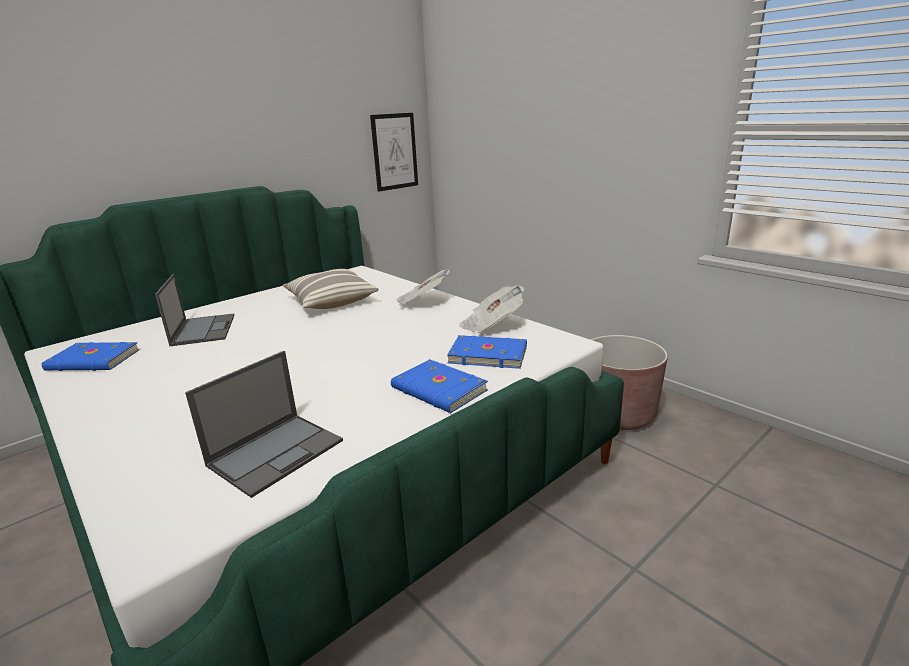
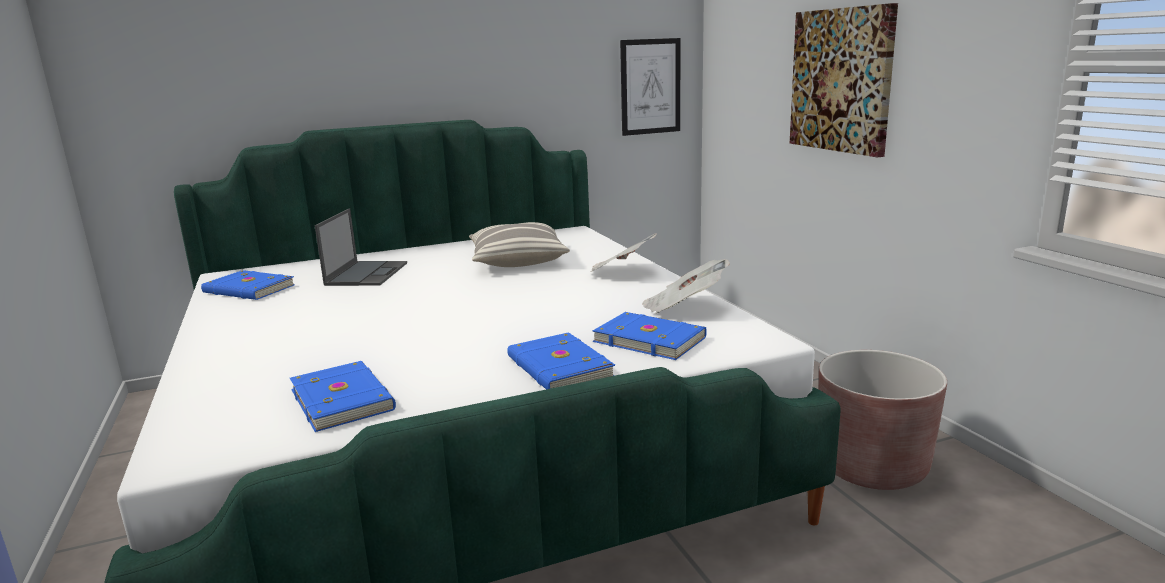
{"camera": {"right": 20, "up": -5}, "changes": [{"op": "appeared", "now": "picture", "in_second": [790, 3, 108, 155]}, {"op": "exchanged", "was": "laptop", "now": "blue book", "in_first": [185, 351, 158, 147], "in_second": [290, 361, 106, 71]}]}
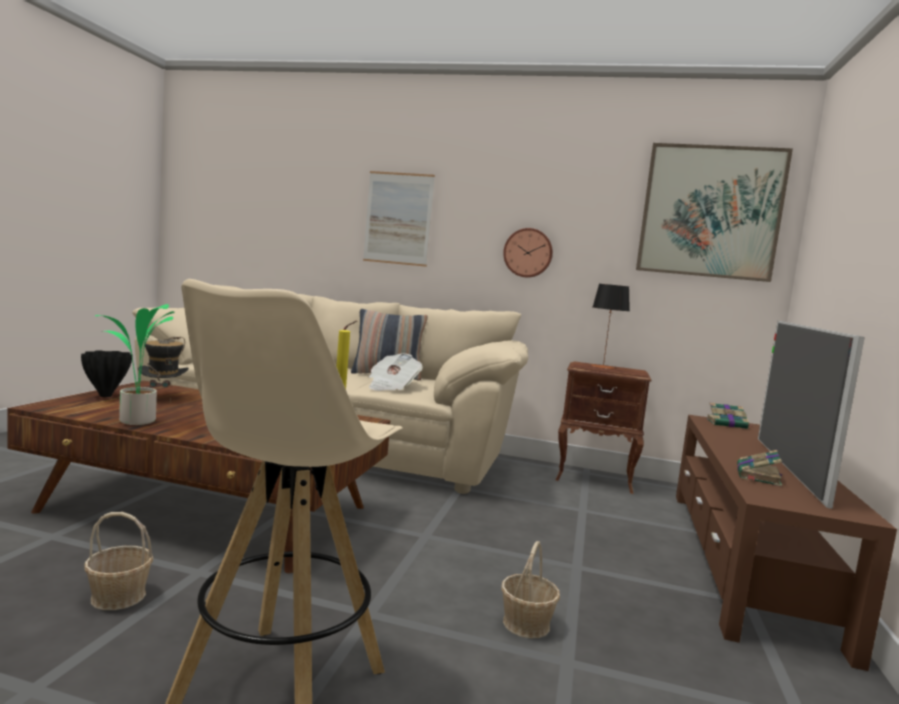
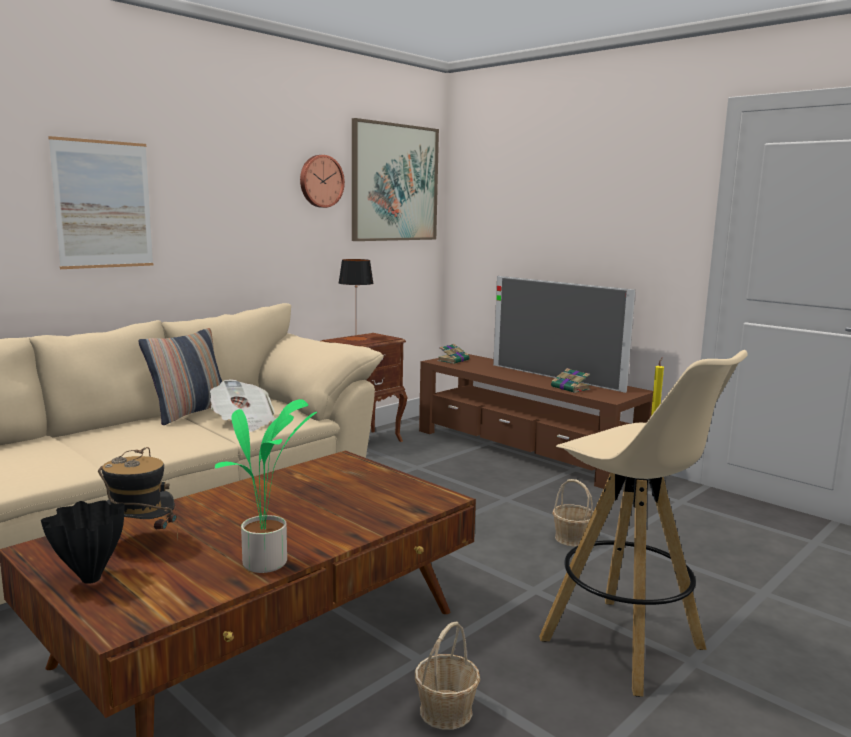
{"camera": {"right": -60, "up": 5}, "changes": [{"op": "relocated", "was": "wall clock", "in_first": [503, 228, 50, 50], "in_second": [300, 155, 45, 53]}]}
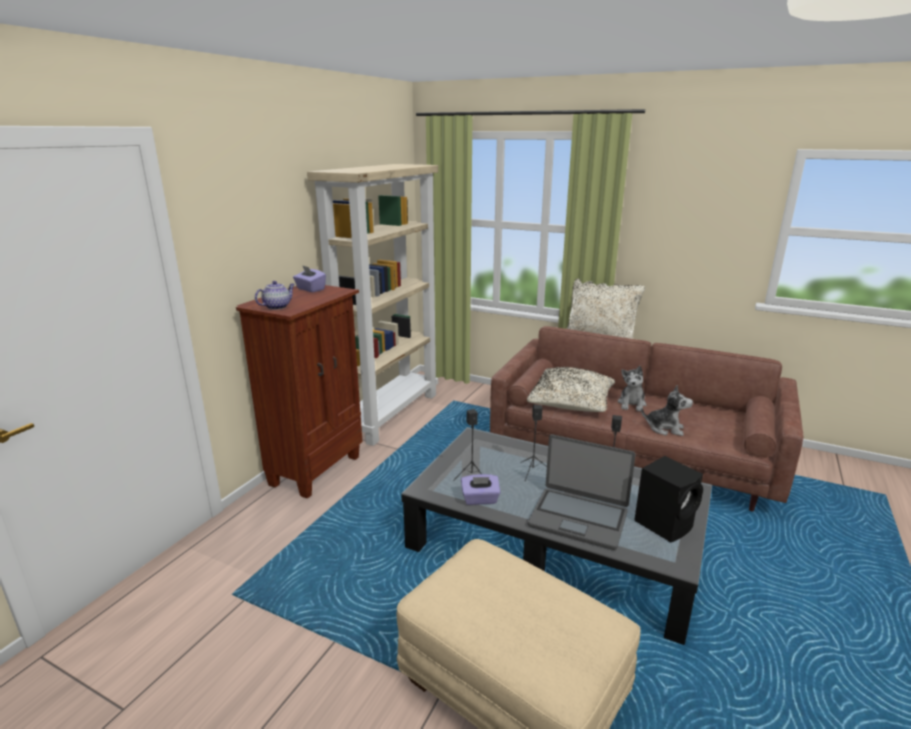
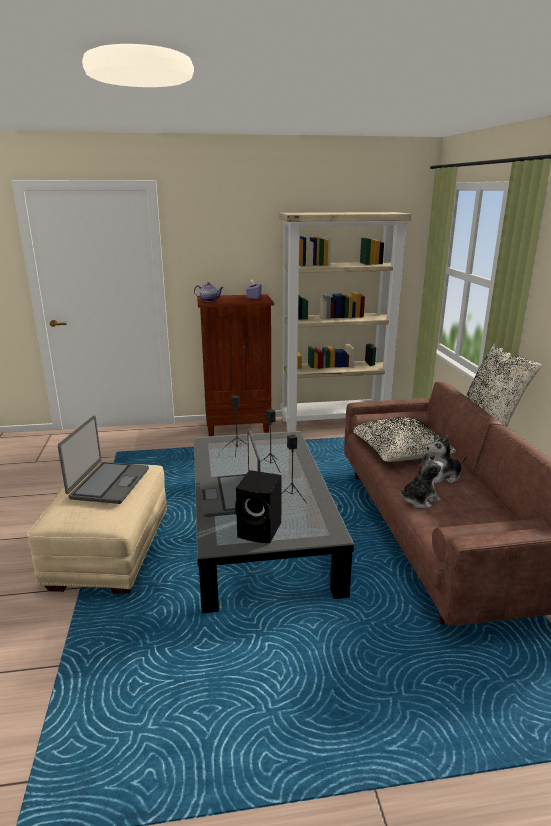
{"camera": {"right": 55, "up": 0}, "changes": [{"op": "missing", "was": "purple tissue box", "in_first": [461, 474, 40, 31]}, {"op": "appeared", "now": "laptop", "in_second": [58, 416, 91, 88]}, {"op": "spun", "was": "plush toy", "in_first": [641, 385, 52, 51], "in_second": [401, 452, 42, 57], "clockwise": -105}]}
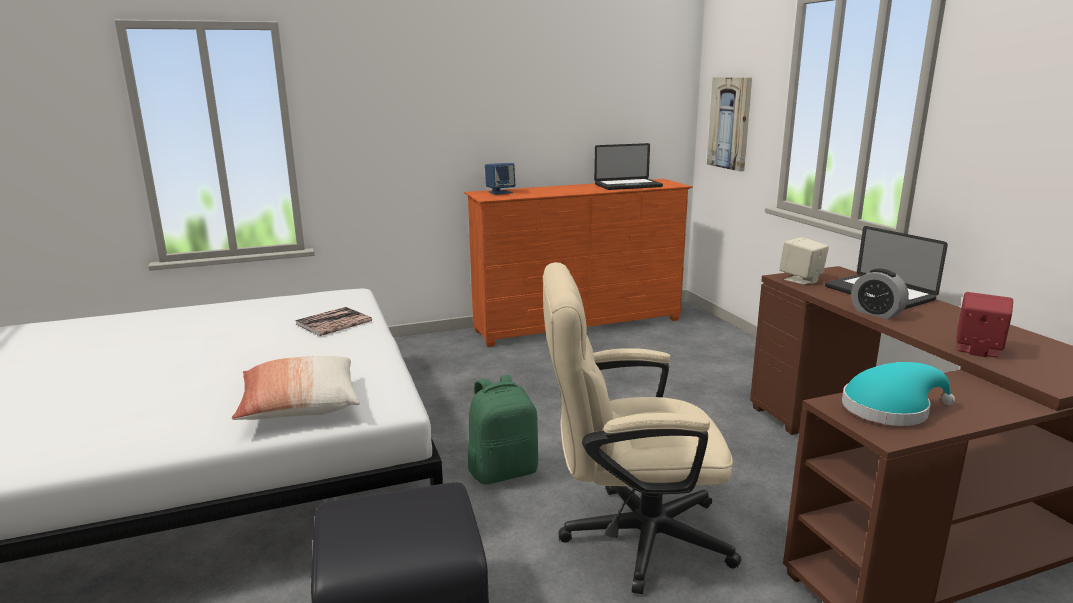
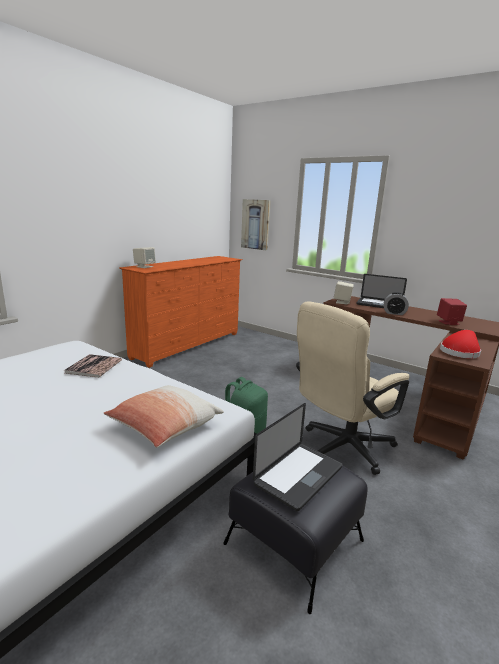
{"camera": {"right": -35, "up": 0}, "changes": [{"op": "relocated", "was": "laptop", "in_first": [594, 143, 69, 47], "in_second": [253, 403, 89, 108]}, {"op": "colour", "was": "blue speaker", "now": "beige speaker", "in_first": [485, 163, 30, 32], "in_second": [133, 247, 23, 21]}, {"op": "colour", "was": "turquoise hat", "now": "red hat", "in_first": [842, 362, 113, 64], "in_second": [440, 330, 41, 29]}]}
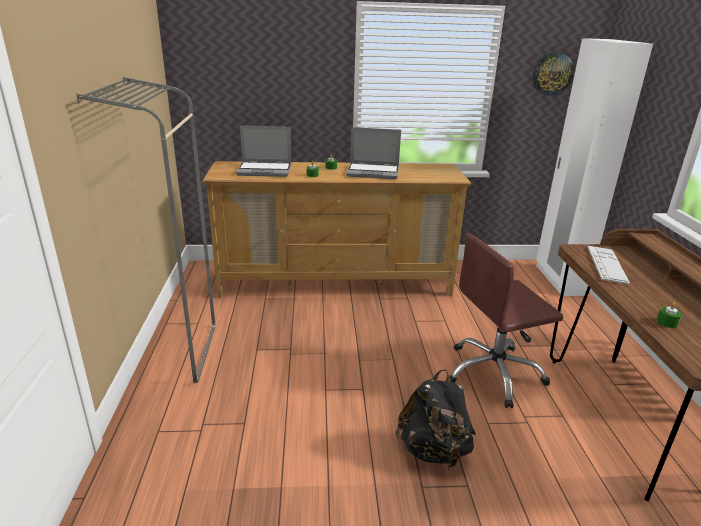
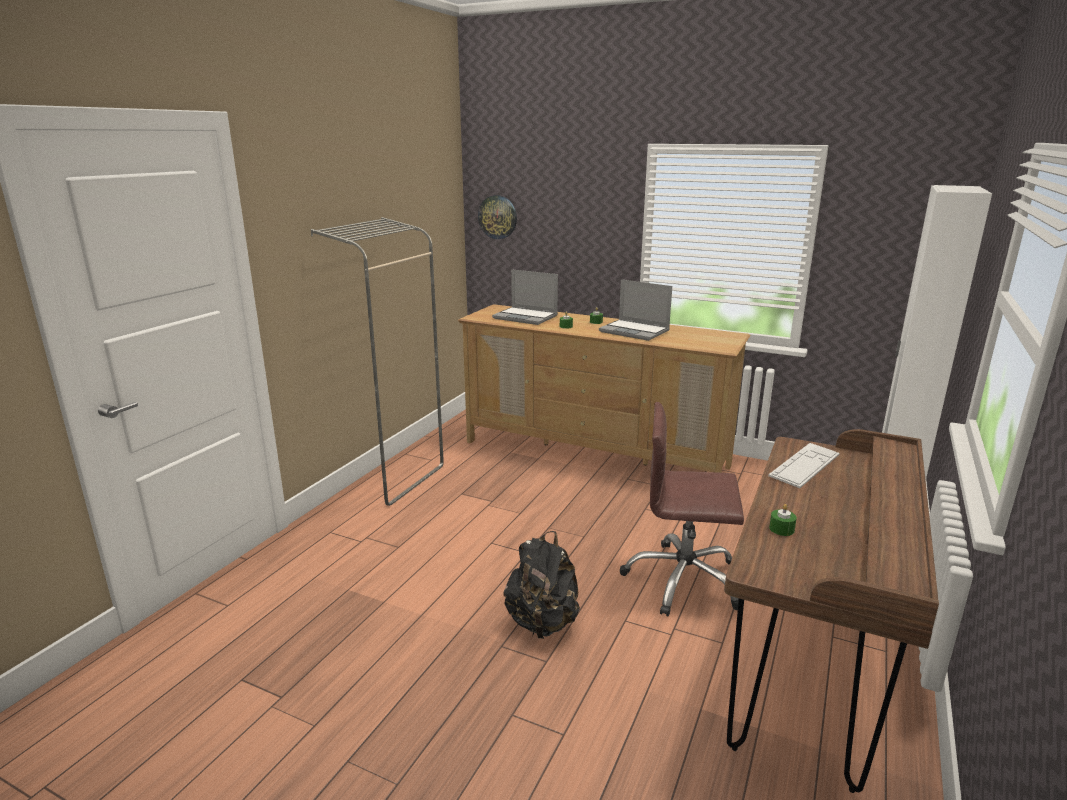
{"camera": {"right": 30, "up": -5}, "changes": [{"op": "relocated", "was": "wall clock", "in_first": [533, 52, 41, 43], "in_second": [478, 195, 39, 44]}]}
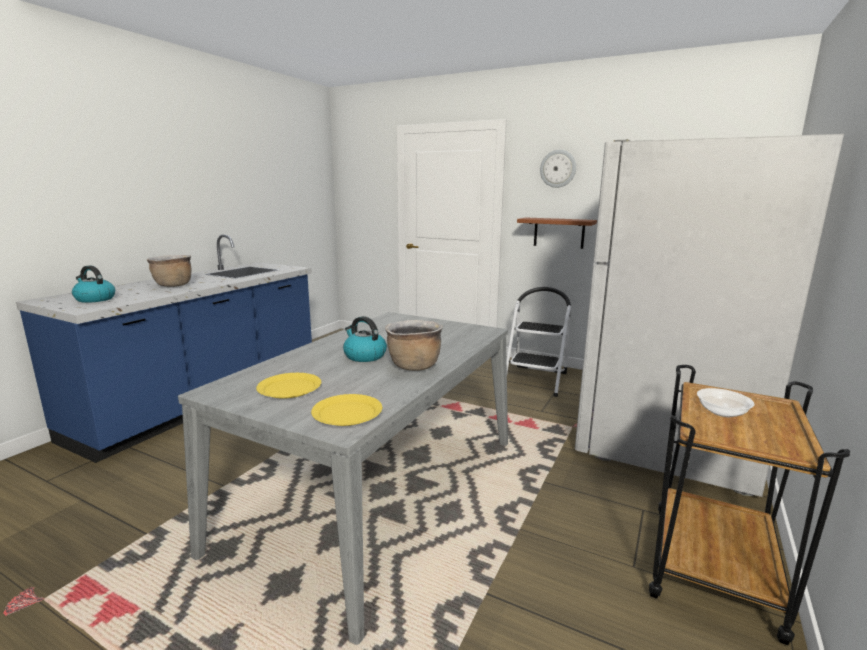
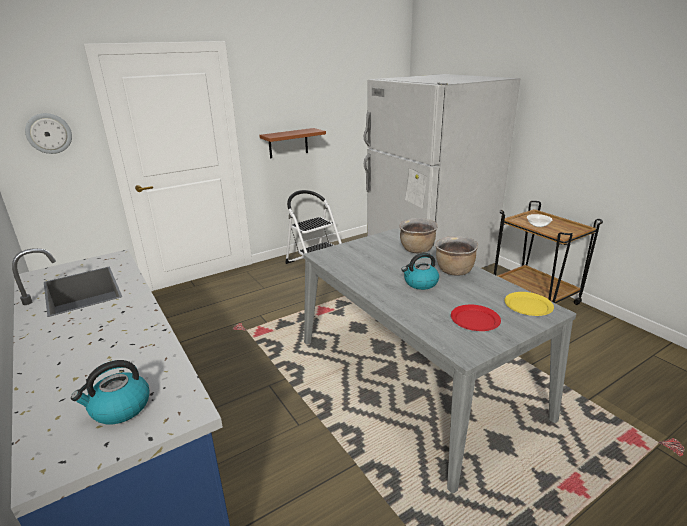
{"camera": {"right": -60, "up": 10}, "changes": [{"op": "relocated", "was": "brown cooking pot", "in_first": [147, 255, 44, 32], "in_second": [399, 218, 39, 35]}, {"op": "relocated", "was": "wall clock", "in_first": [540, 150, 36, 38], "in_second": [25, 113, 47, 41]}, {"op": "colour", "was": "yellow plate", "now": "red plate", "in_first": [256, 373, 65, 26], "in_second": [451, 305, 50, 26]}]}
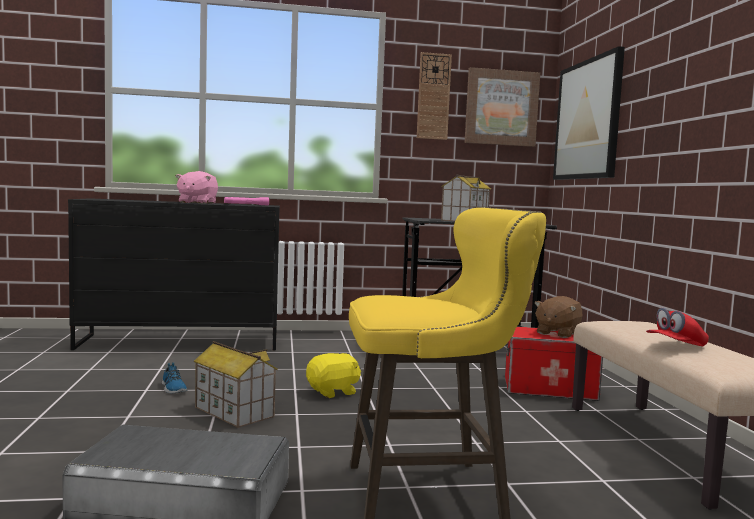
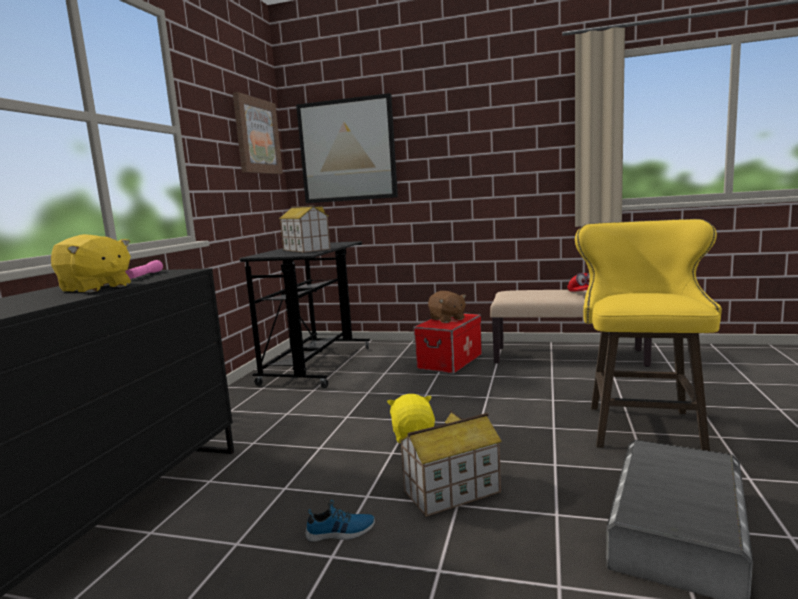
{"camera": {"right": -65, "up": 5}, "changes": [{"op": "missing", "was": "wall clock", "in_first": [417, 52, 35, 88]}, {"op": "colour", "was": "pink plush toy", "now": "yellow plush toy", "in_first": [175, 171, 43, 33], "in_second": [51, 234, 80, 59]}]}
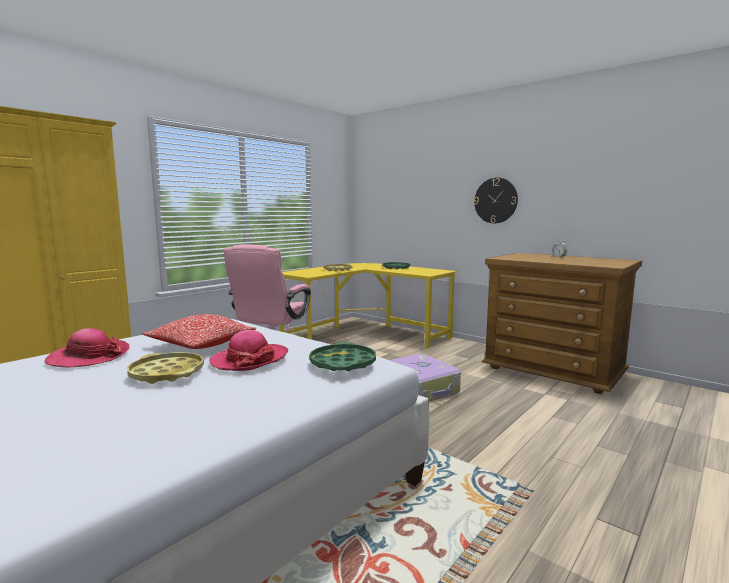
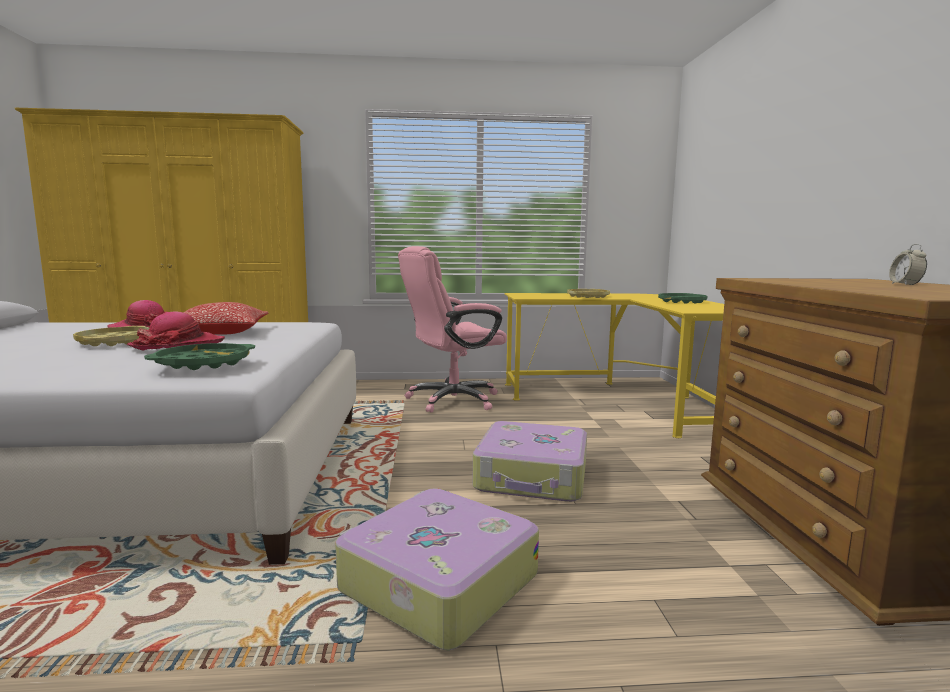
{"camera": {"right": 45, "up": 0}, "changes": [{"op": "missing", "was": "wall clock", "in_first": [474, 178, 44, 45]}, {"op": "appeared", "now": "suitcase", "in_second": [335, 488, 204, 162]}]}
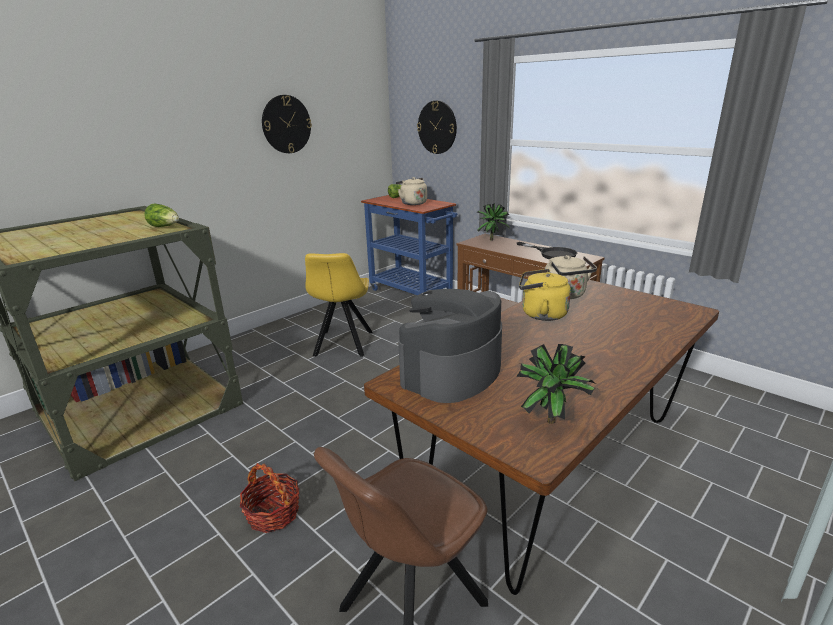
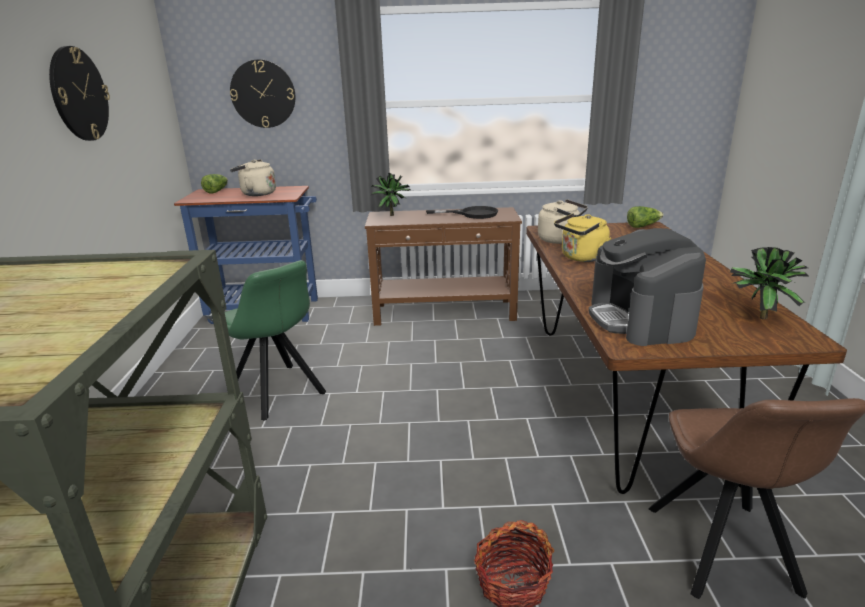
{"camera": {"right": -45, "up": 0}, "changes": [{"op": "relocated", "was": "lettuce", "in_first": [144, 203, 35, 24], "in_second": [627, 206, 36, 22]}, {"op": "colour", "was": "yellow chair", "now": "green chair", "in_first": [305, 253, 68, 104], "in_second": [225, 260, 101, 161]}]}
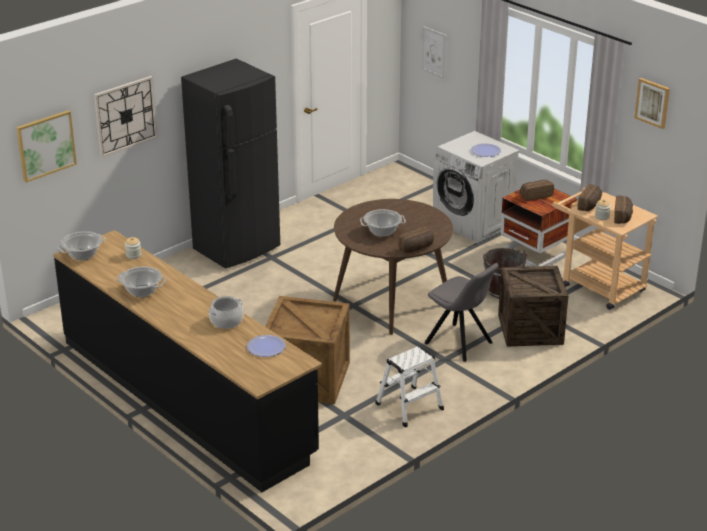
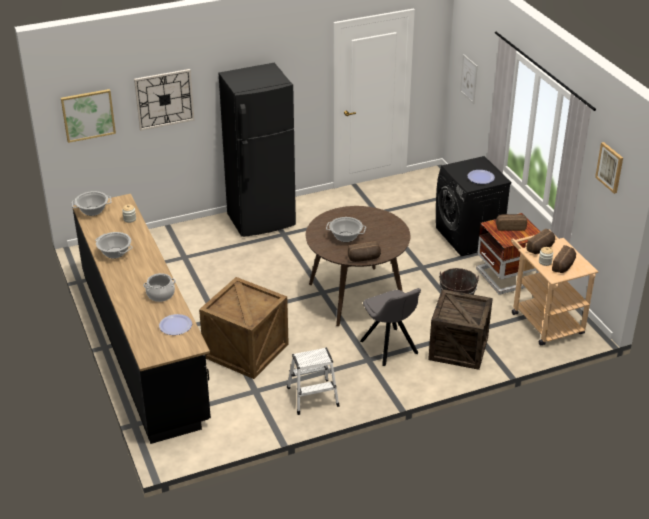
{"camera": {"right": 20, "up": 5}, "changes": [{"op": "colour", "was": "white washing machine", "now": "black washing machine", "in_first": [433, 131, 86, 112], "in_second": [436, 156, 75, 100]}]}
